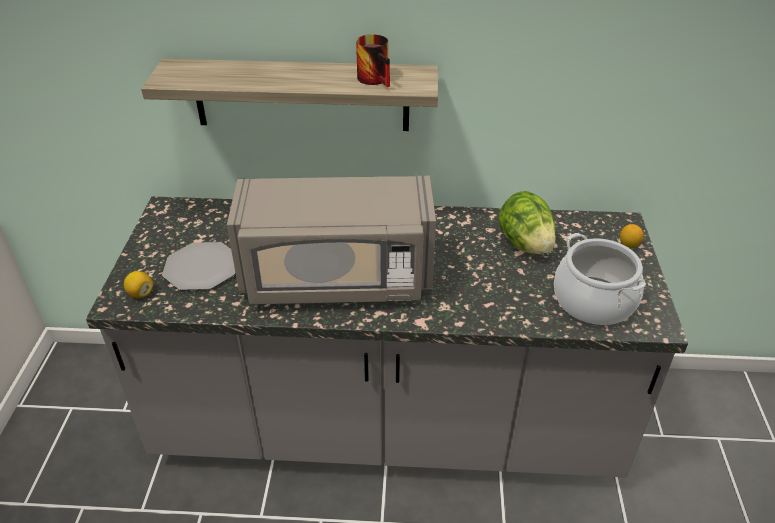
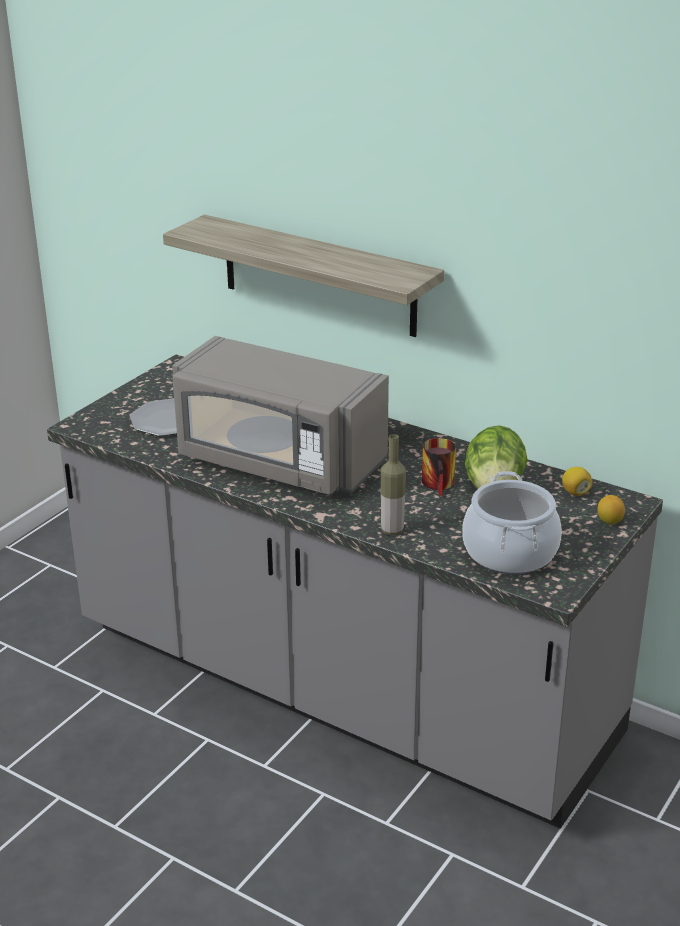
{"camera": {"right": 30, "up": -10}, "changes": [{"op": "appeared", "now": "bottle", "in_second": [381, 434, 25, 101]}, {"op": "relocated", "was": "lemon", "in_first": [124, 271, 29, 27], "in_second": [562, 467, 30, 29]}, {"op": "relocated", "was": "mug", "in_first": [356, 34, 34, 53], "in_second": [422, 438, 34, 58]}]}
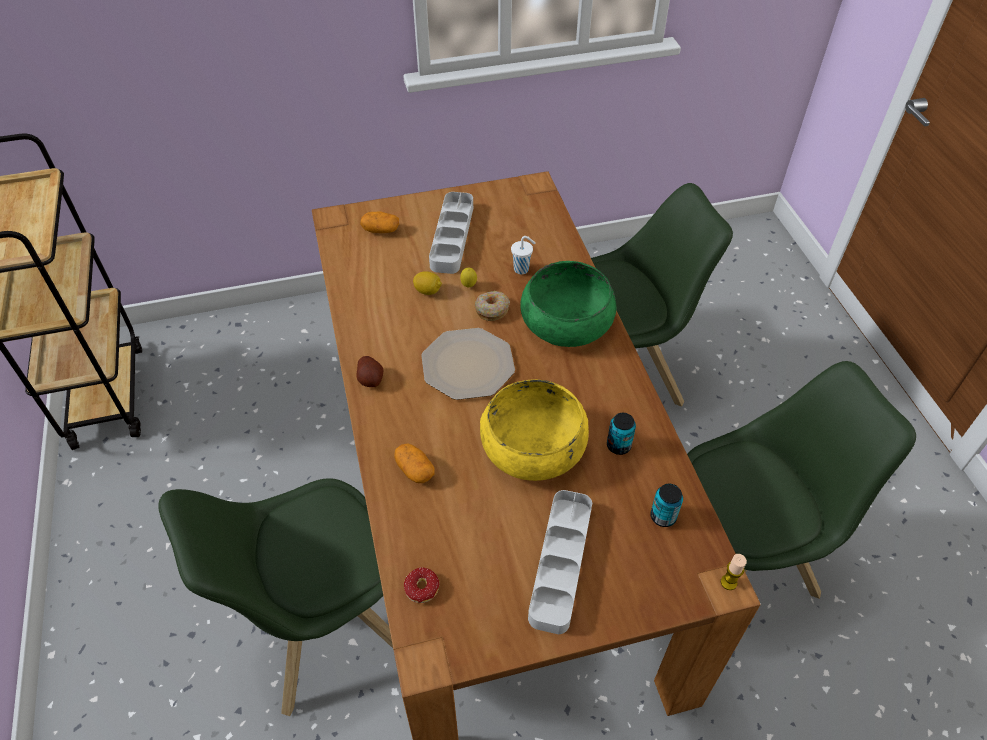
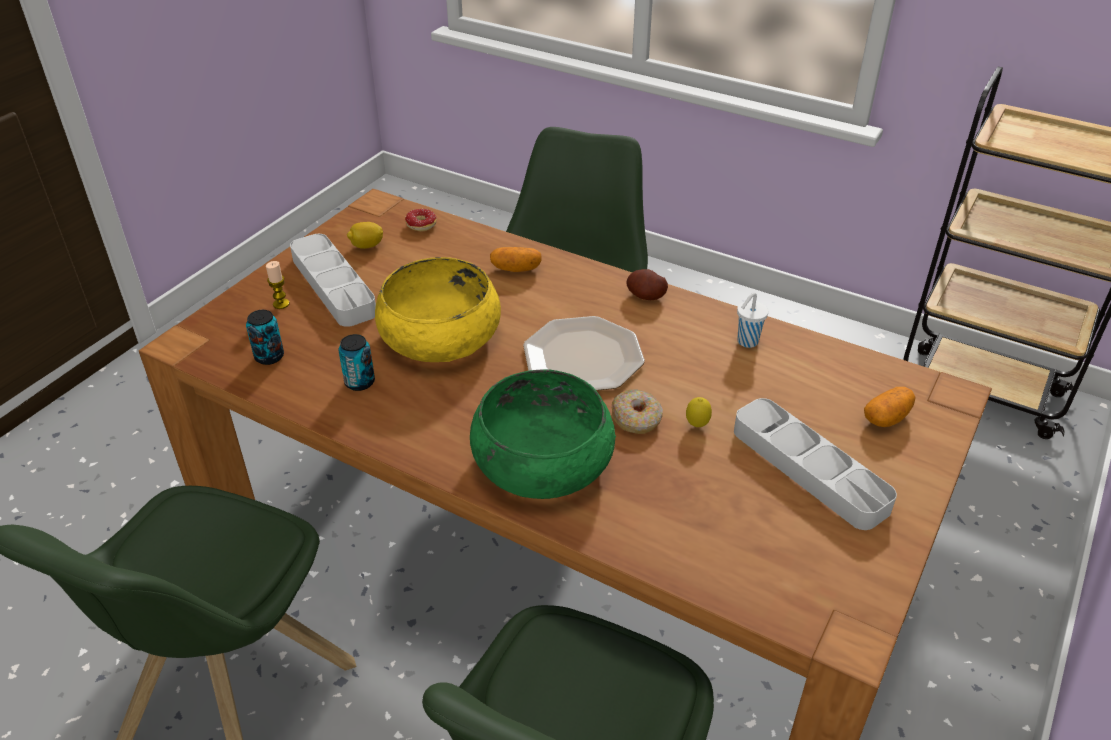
{"camera": {"right": 135, "up": -10}, "changes": [{"op": "relocated", "was": "lemon", "in_first": [413, 271, 29, 24], "in_second": [347, 222, 36, 27]}, {"op": "relocated", "was": "white cup", "in_first": [511, 236, 25, 39], "in_second": [737, 292, 31, 56]}, {"op": "relocated", "was": "candle", "in_first": [721, 554, 26, 36], "in_second": [266, 261, 24, 48]}]}
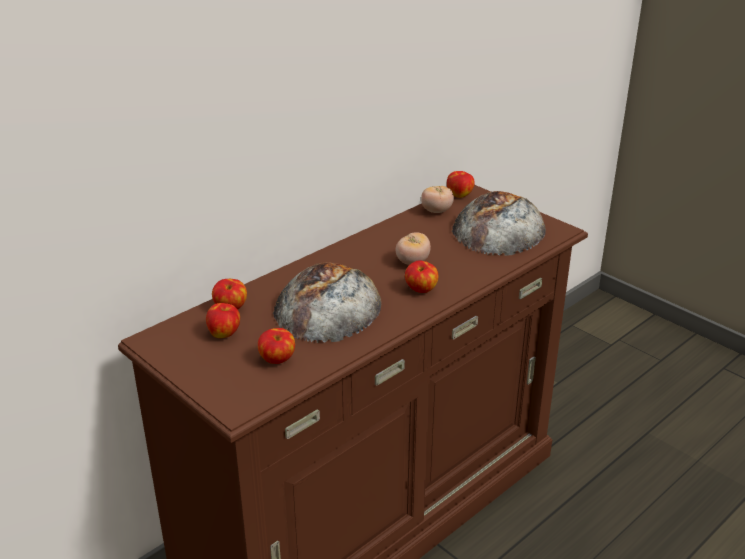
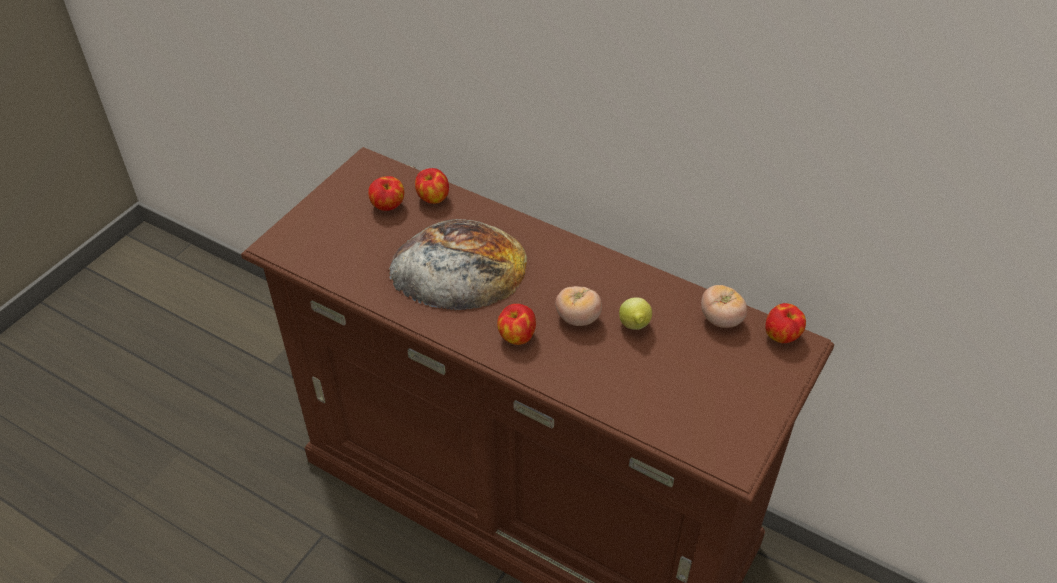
{"camera": {"right": 75, "up": 15}, "changes": [{"op": "missing", "was": "apple", "in_first": [258, 328, 37, 36]}, {"op": "missing", "was": "bread", "in_first": [451, 191, 95, 65]}, {"op": "appeared", "now": "lemon", "in_second": [619, 298, 33, 32]}]}
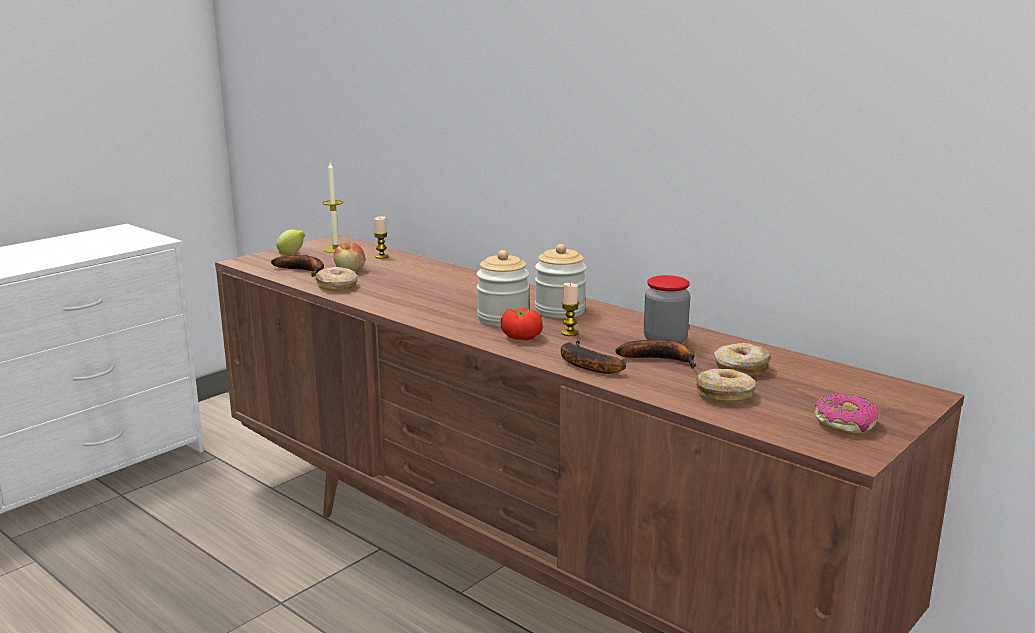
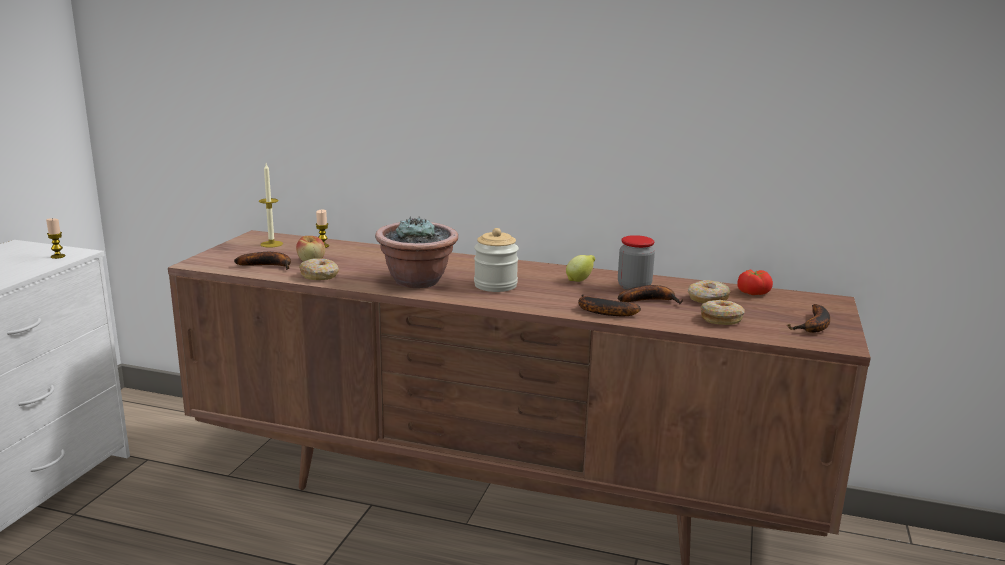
{"camera": {"right": -25, "up": 0}, "changes": [{"op": "missing", "was": "jar", "in_first": [535, 244, 52, 74]}, {"op": "appeared", "now": "potted plant", "in_second": [375, 216, 83, 72]}, {"op": "relocated", "was": "lemon", "in_first": [276, 229, 29, 26], "in_second": [566, 255, 29, 27]}, {"op": "relocated", "was": "tomato", "in_first": [500, 308, 43, 33], "in_second": [737, 270, 36, 25]}, {"op": "relocated", "was": "candle", "in_first": [561, 283, 18, 53], "in_second": [46, 218, 19, 41]}, {"op": "exchanged", "was": "donut", "now": "banana", "in_first": [814, 394, 65, 41], "in_second": [787, 304, 43, 29]}]}
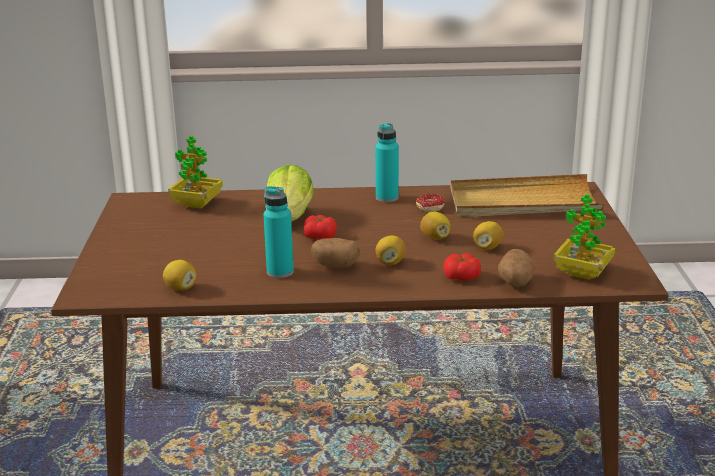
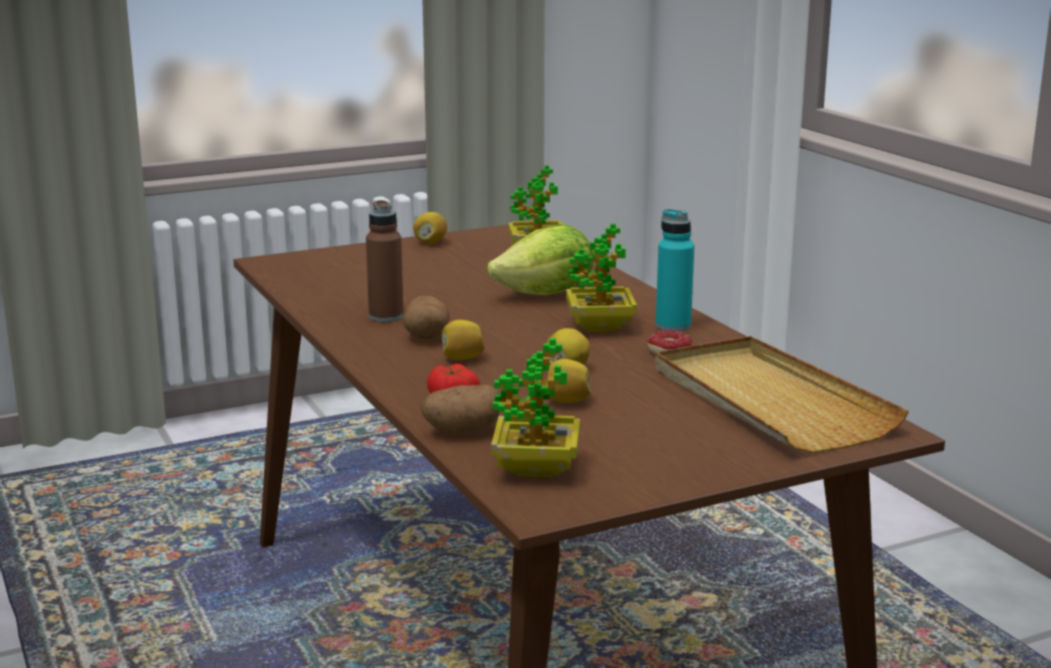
{"camera": {"right": 65, "up": -5}, "changes": [{"op": "missing", "was": "tomato", "in_first": [304, 215, 33, 24]}, {"op": "appeared", "now": "potted plant", "in_second": [566, 223, 71, 109]}, {"op": "relocated", "was": "lemon", "in_first": [163, 260, 34, 31], "in_second": [413, 212, 34, 32]}, {"op": "colour", "was": "turquoise bottle", "now": "brown bottle", "in_first": [264, 186, 30, 92], "in_second": [366, 200, 38, 122]}]}
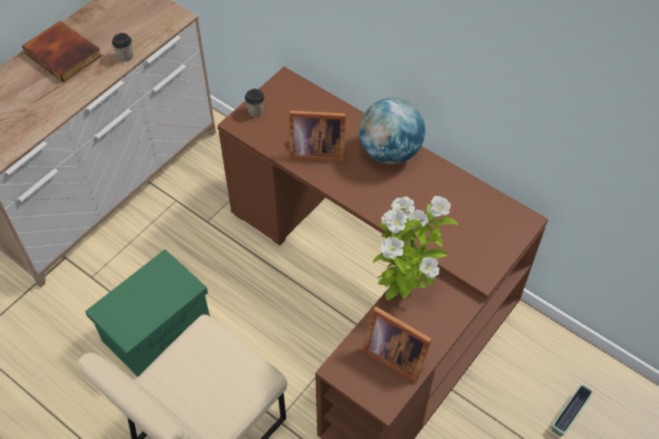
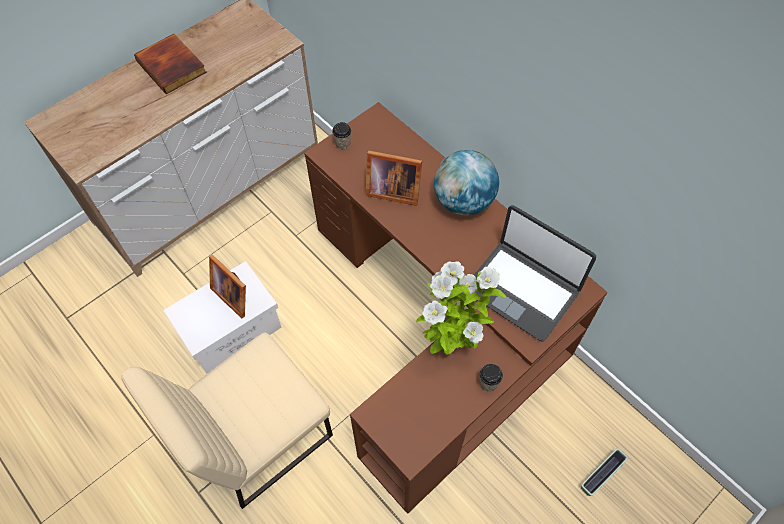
{"camera": {"right": 10, "up": 5}, "changes": [{"op": "appeared", "now": "laptop", "in_second": [474, 205, 122, 137]}, {"op": "relocated", "was": "cup", "in_first": [112, 33, 21, 29], "in_second": [480, 364, 23, 27]}, {"op": "relocated", "was": "picture frame", "in_first": [362, 307, 70, 76], "in_second": [209, 255, 37, 64]}, {"op": "colour", "was": "green storage box", "now": "white storage box", "in_first": [85, 250, 125, 127], "in_second": [163, 261, 119, 113]}]}
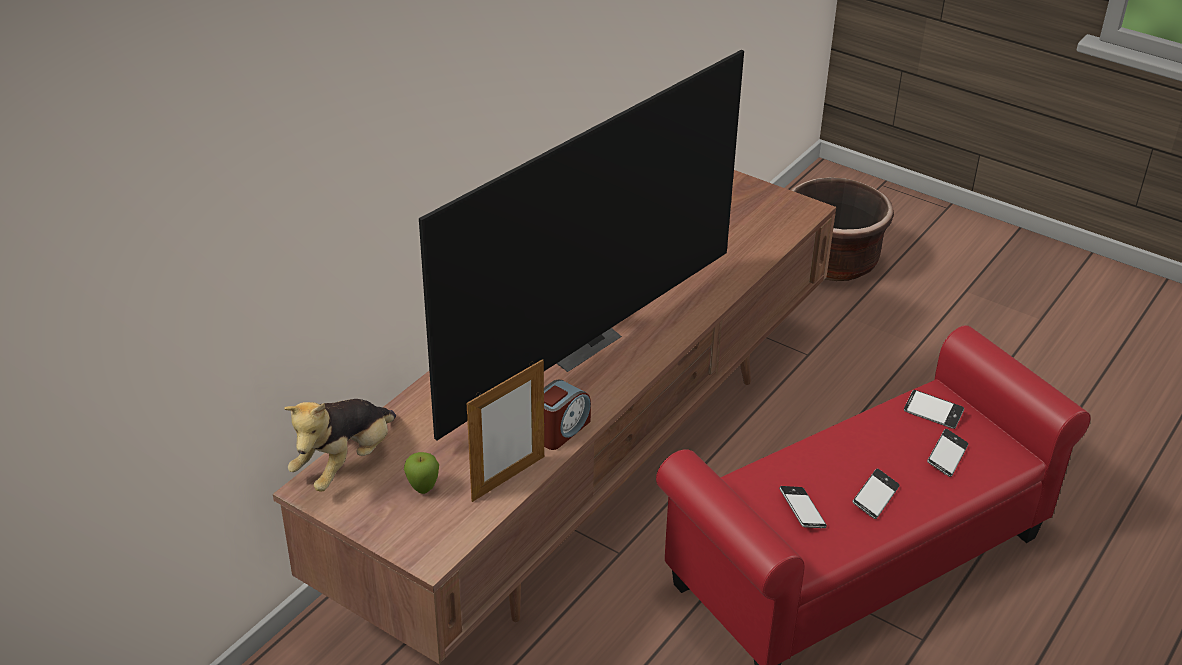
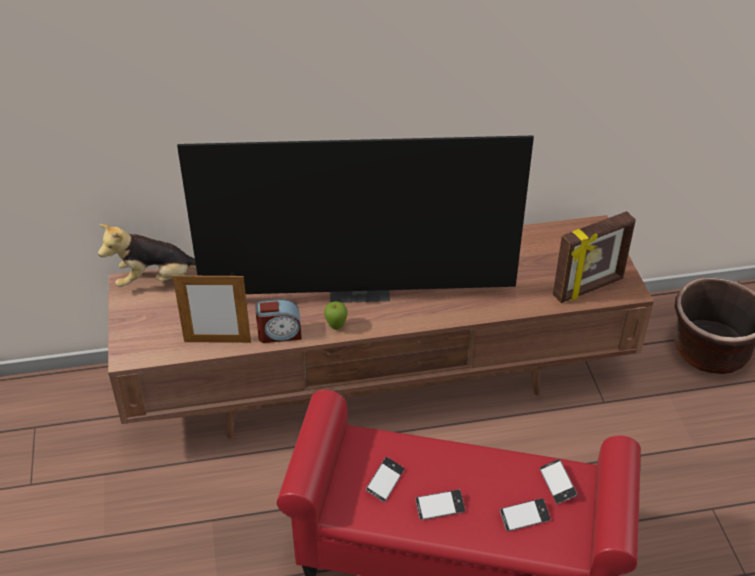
{"camera": {"right": 45, "up": 5}, "changes": [{"op": "appeared", "now": "picture frame", "in_second": [553, 211, 83, 92]}, {"op": "relocated", "was": "apple", "in_first": [404, 452, 35, 42], "in_second": [324, 301, 24, 29]}]}
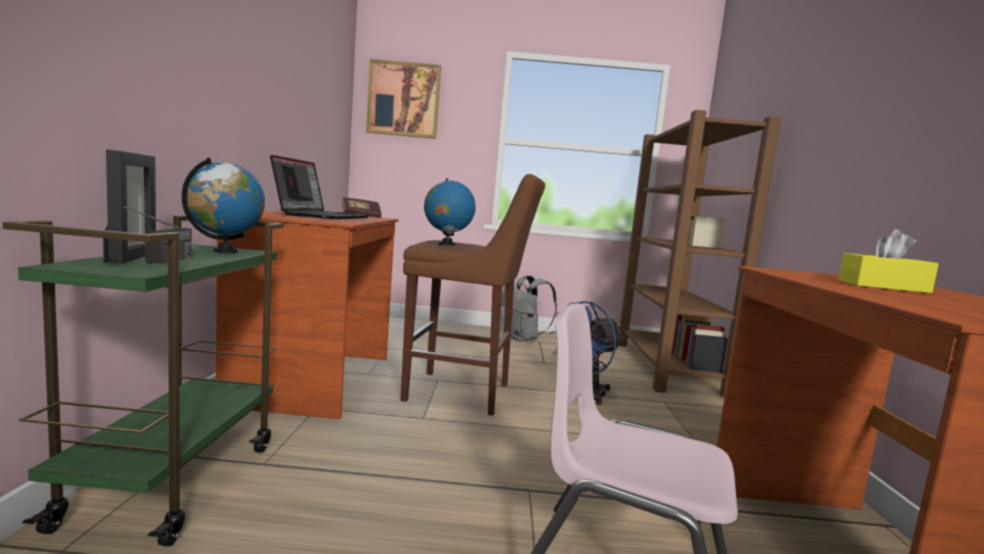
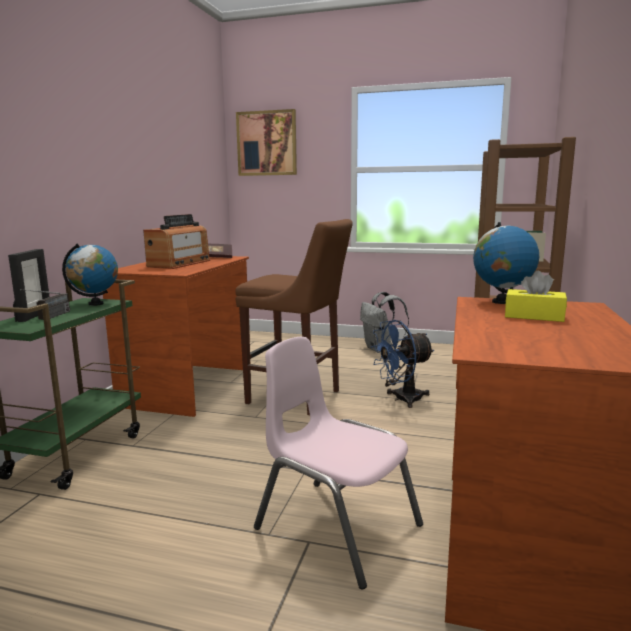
{"camera": {"right": 15, "up": 5}, "changes": [{"op": "relocated", "was": "globe", "in_first": [424, 178, 52, 67], "in_second": [473, 222, 66, 82]}, {"op": "exchanged", "was": "laptop", "now": "radio", "in_first": [270, 155, 99, 64], "in_second": [143, 214, 67, 55]}]}
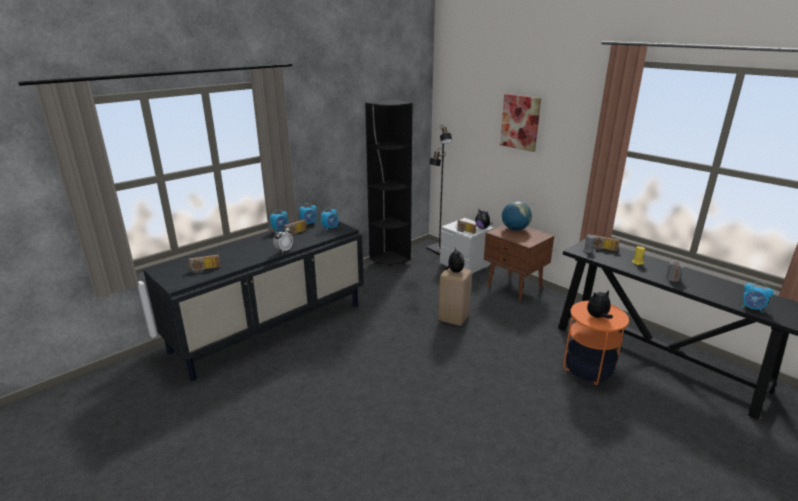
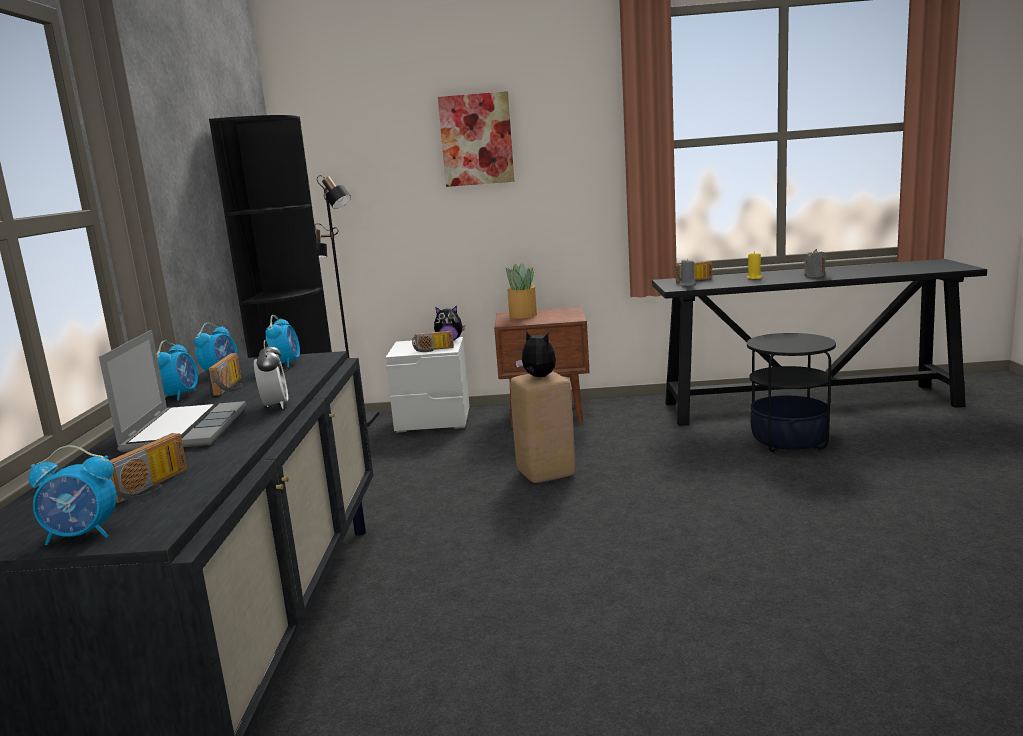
{"camera": {"right": -45, "up": -10}, "changes": [{"op": "missing", "was": "plush toy", "in_first": [587, 290, 26, 29]}, {"op": "appeared", "now": "laptop", "in_second": [99, 330, 147, 122]}, {"op": "relocated", "was": "alarm clock", "in_first": [741, 282, 33, 31], "in_second": [28, 445, 89, 100]}, {"op": "exchanged", "was": "globe", "now": "potted plant", "in_first": [502, 201, 30, 30], "in_second": [506, 263, 31, 56]}, {"op": "colour", "was": "orange side table", "now": "black side table", "in_first": [564, 301, 65, 84], "in_second": [747, 333, 89, 120]}]}
